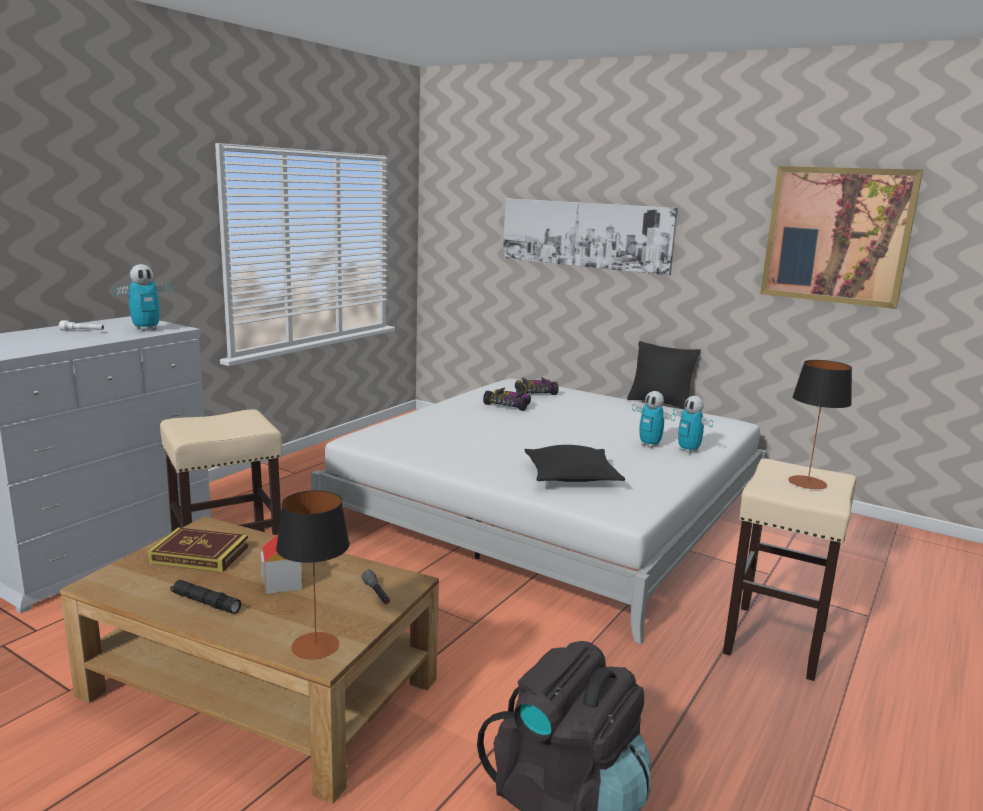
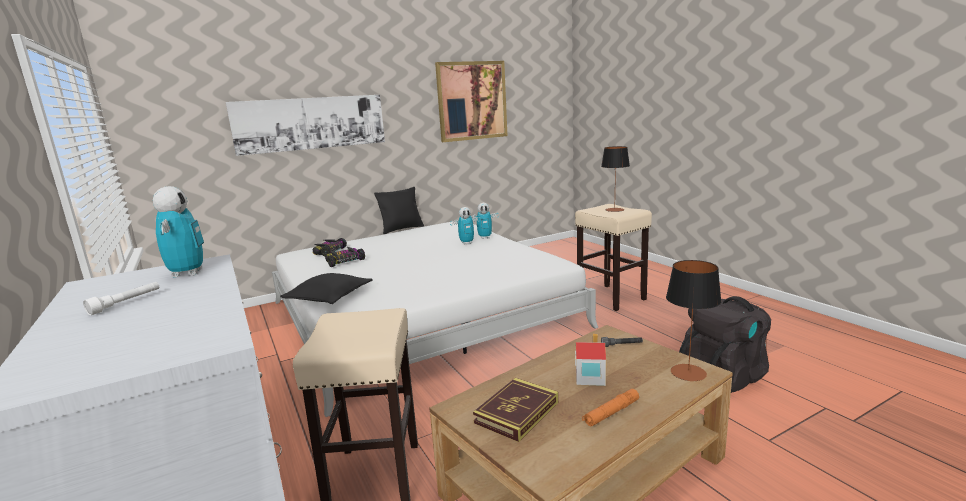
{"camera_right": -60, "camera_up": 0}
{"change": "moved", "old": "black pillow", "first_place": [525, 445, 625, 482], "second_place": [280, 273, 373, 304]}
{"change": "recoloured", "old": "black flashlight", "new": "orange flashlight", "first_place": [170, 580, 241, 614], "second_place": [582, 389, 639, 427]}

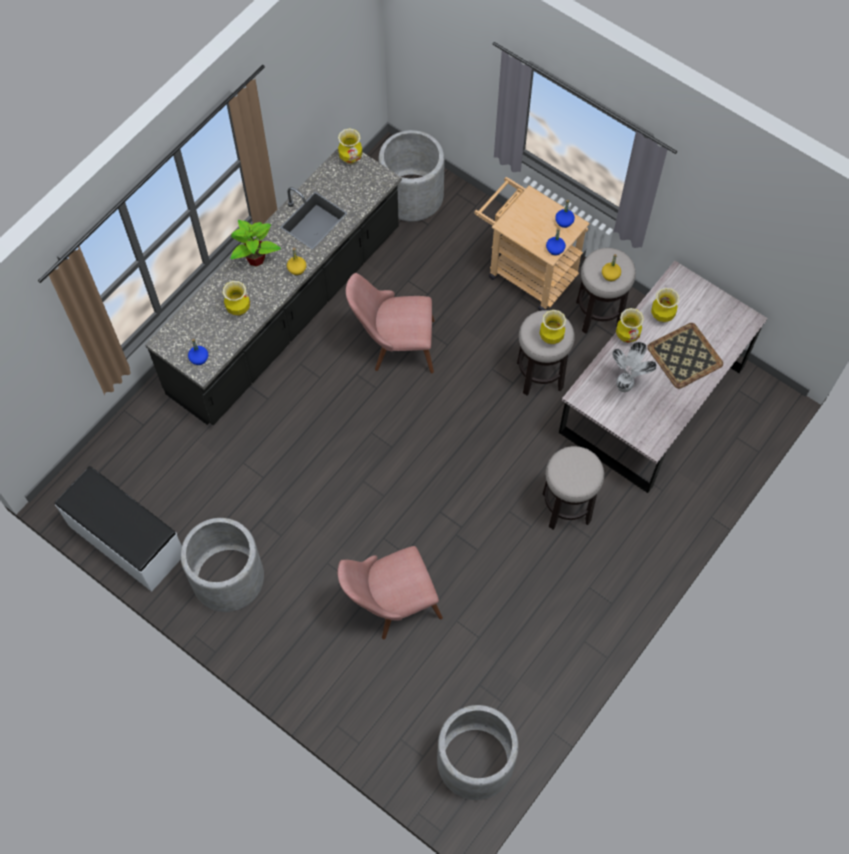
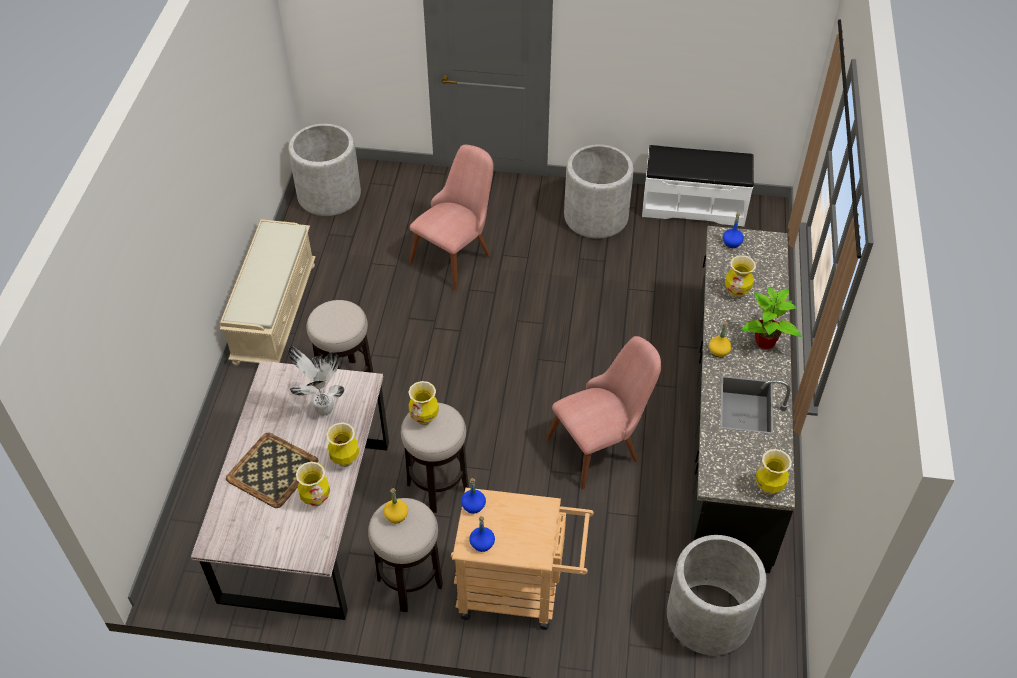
{"camera_right": 150, "camera_up": -15}
{"change": "added", "new": "beige bench", "second_place": [220, 219, 316, 366]}

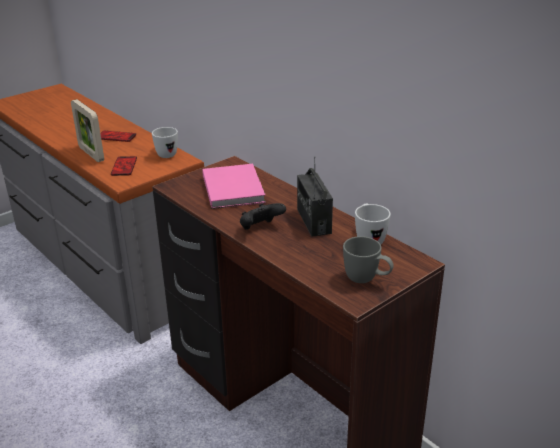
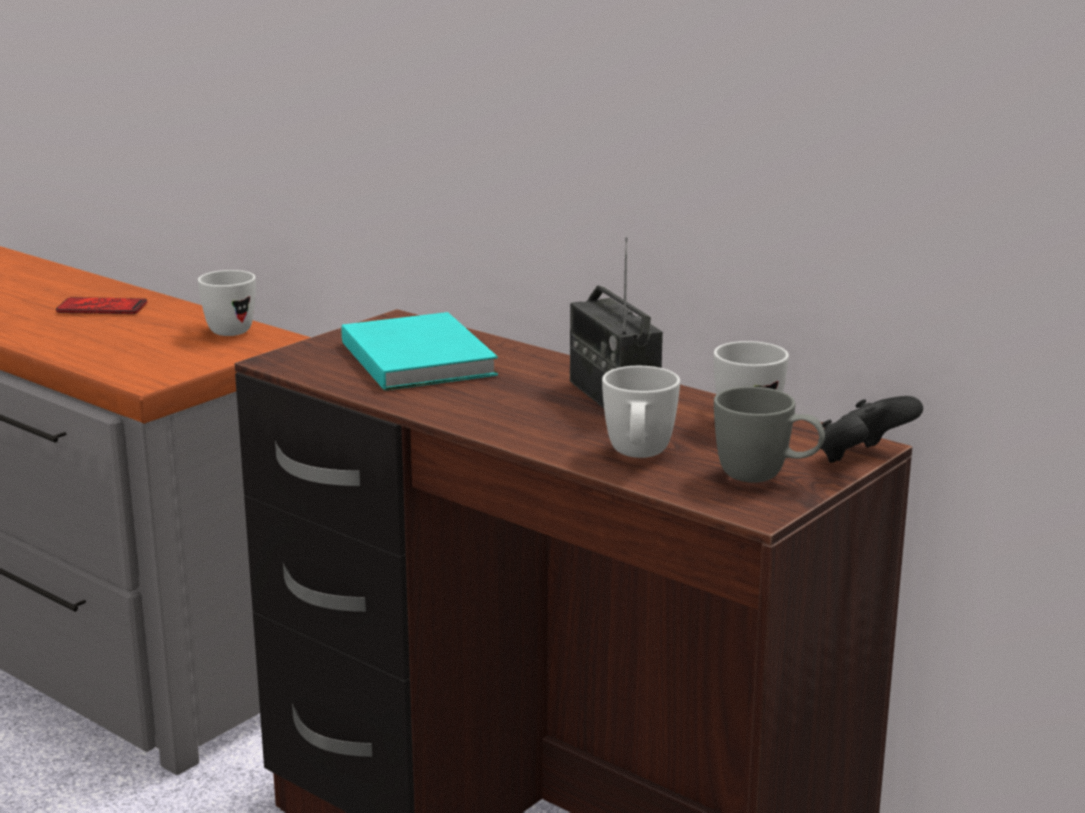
{"camera_right": -10, "camera_up": -10}
{"change": "removed", "old": "picture frame", "first_place": [71, 99, 104, 162]}
{"change": "removed", "old": "phone", "first_place": [111, 156, 137, 176]}
{"change": "recoloured", "old": "pink book", "new": "turquoise book", "first_place": [202, 164, 266, 209], "second_place": [342, 312, 498, 391]}
{"change": "moved", "old": "black game controller", "first_place": [240, 203, 286, 230], "second_place": [818, 396, 923, 463]}
{"change": "added", "new": "white mug", "second_place": [602, 366, 680, 458]}

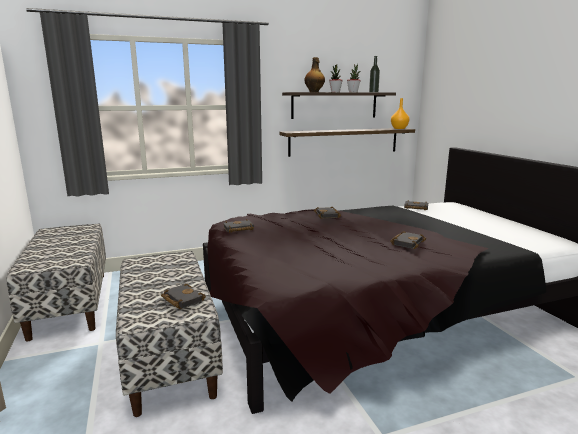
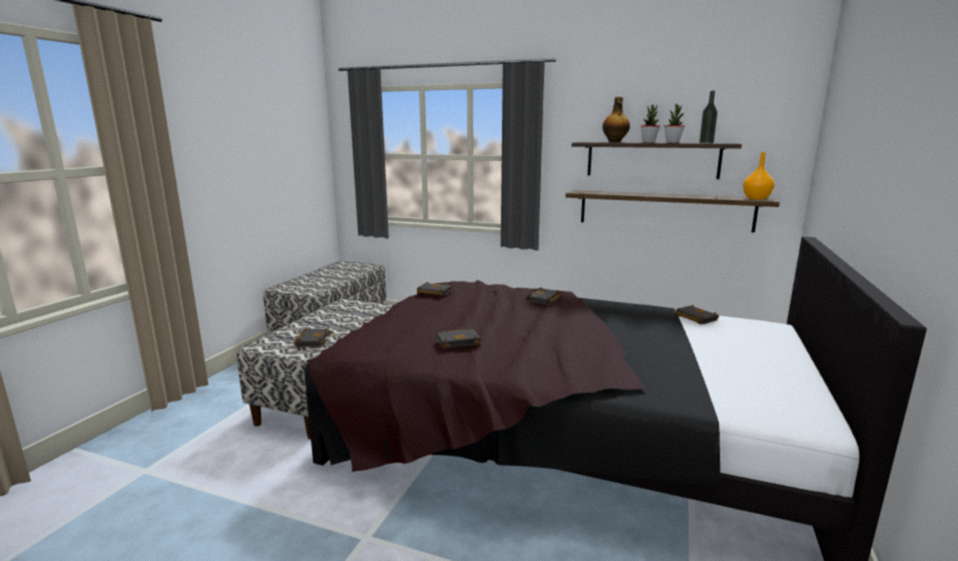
{"camera_right": 40, "camera_up": 0}
{"change": "moved", "old": "black book", "first_place": [390, 231, 426, 249], "second_place": [437, 328, 480, 349]}

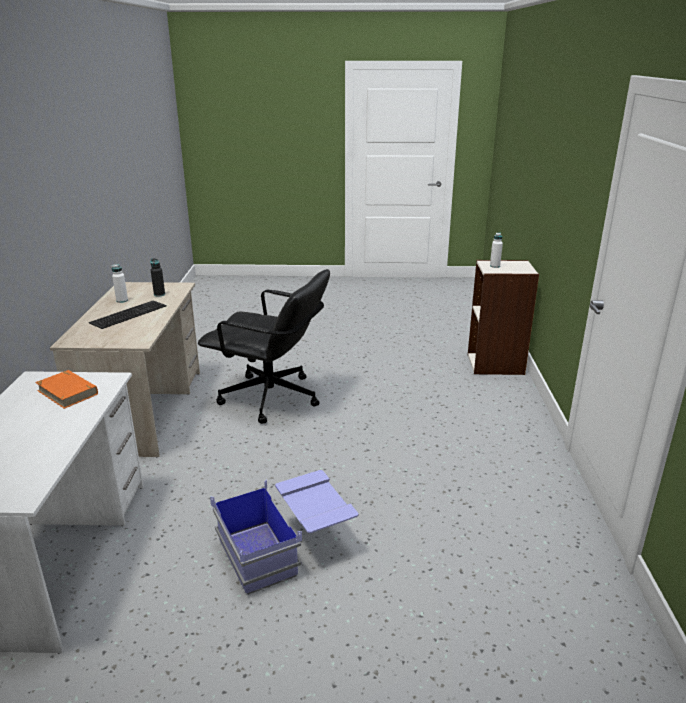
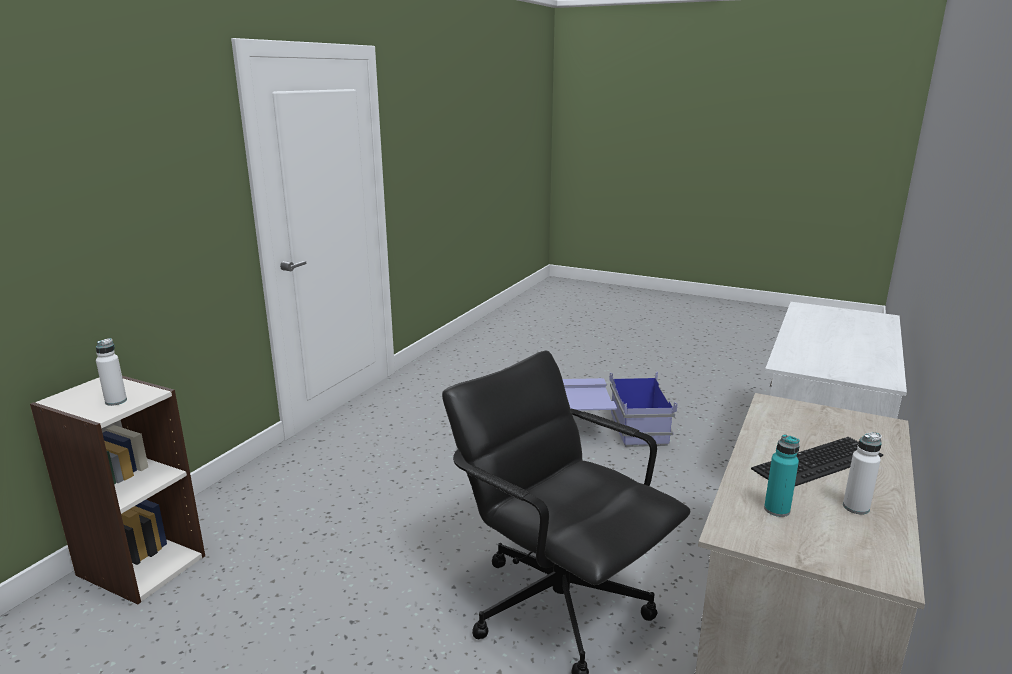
{"camera_right": -155, "camera_up": -5}
{"change": "recoloured", "old": "black bottle", "new": "turquoise bottle", "first_place": [151, 258, 165, 297], "second_place": [764, 434, 800, 517]}
{"change": "removed", "old": "orange book", "first_place": [35, 370, 98, 409]}

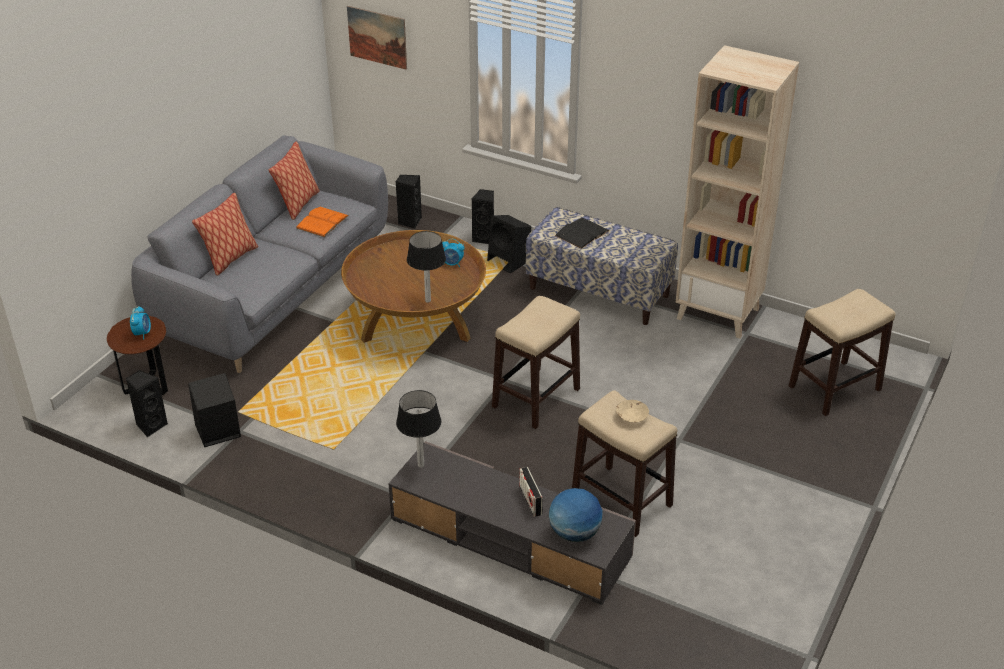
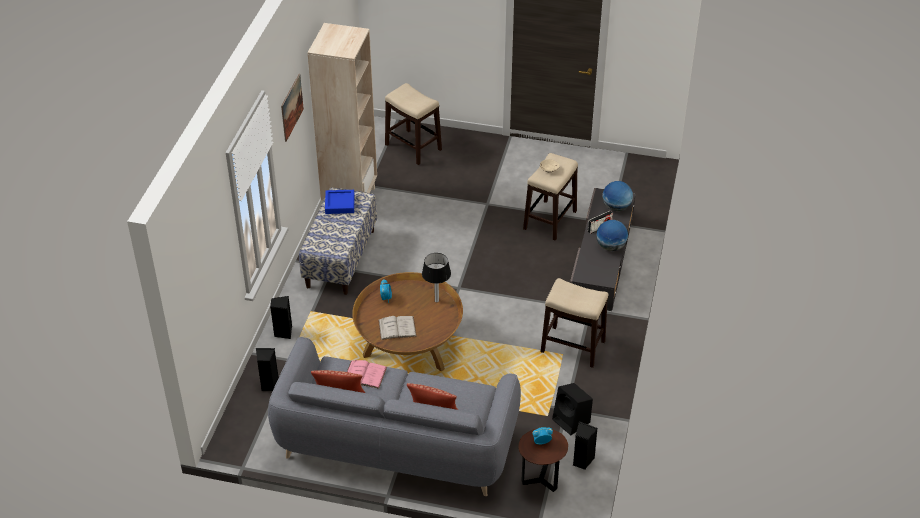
{"camera_right": -105, "camera_up": 5}
{"change": "moved", "old": "picture", "first_place": [347, 6, 407, 70], "second_place": [281, 74, 304, 142]}
{"change": "recoloured", "old": "orange book", "new": "pink book", "first_place": [296, 207, 349, 237], "second_place": [347, 360, 387, 389]}
{"change": "removed", "old": "black speaker", "first_place": [487, 215, 531, 273]}
{"change": "removed", "old": "black book", "first_place": [555, 218, 609, 249]}
{"change": "moved", "old": "stool", "first_place": [492, 296, 580, 429], "second_place": [541, 278, 609, 368]}
{"change": "removed", "old": "table lamp", "first_place": [396, 390, 441, 468]}
{"change": "added", "new": "blue tray", "second_place": [325, 190, 354, 214]}
{"change": "added", "new": "globe", "second_place": [596, 220, 628, 251]}
{"change": "added", "new": "white book", "second_place": [378, 316, 417, 340]}

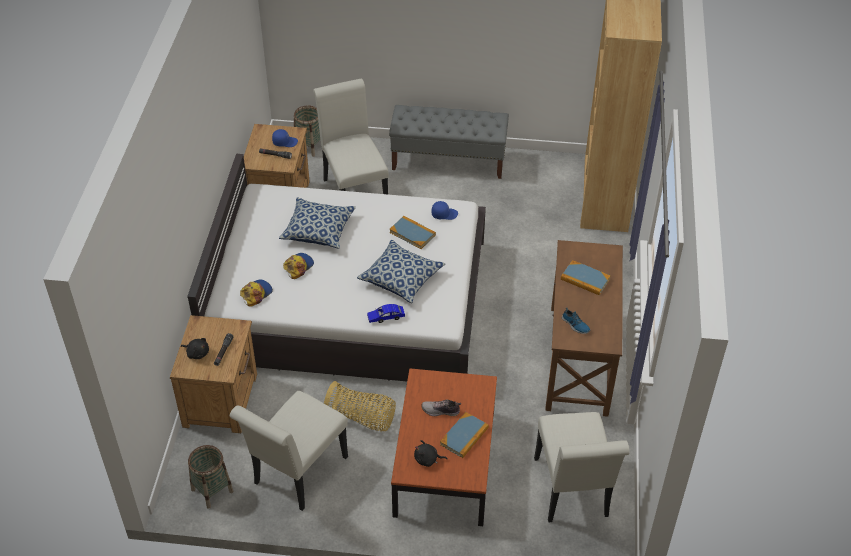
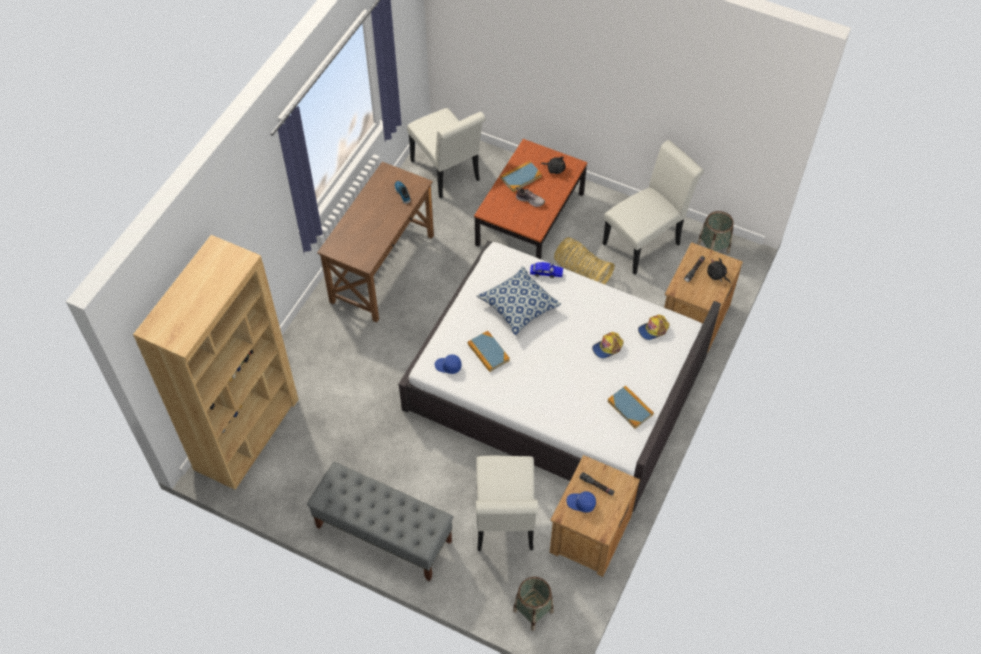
{"camera_right": -160, "camera_up": 10}
{"change": "removed", "old": "pillow", "first_place": [279, 198, 356, 248]}
{"change": "moved", "old": "book", "first_place": [561, 260, 610, 295], "second_place": [607, 385, 654, 429]}
{"change": "turned", "old": "white chair", "first_place": [534, 412, 629, 522], "second_place": [407, 108, 486, 199], "degrees": 135}

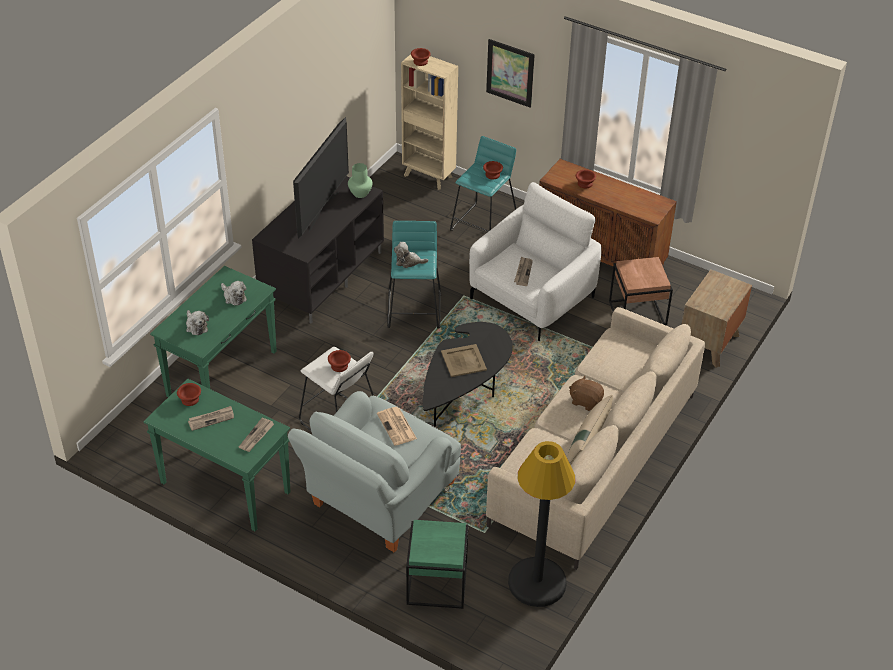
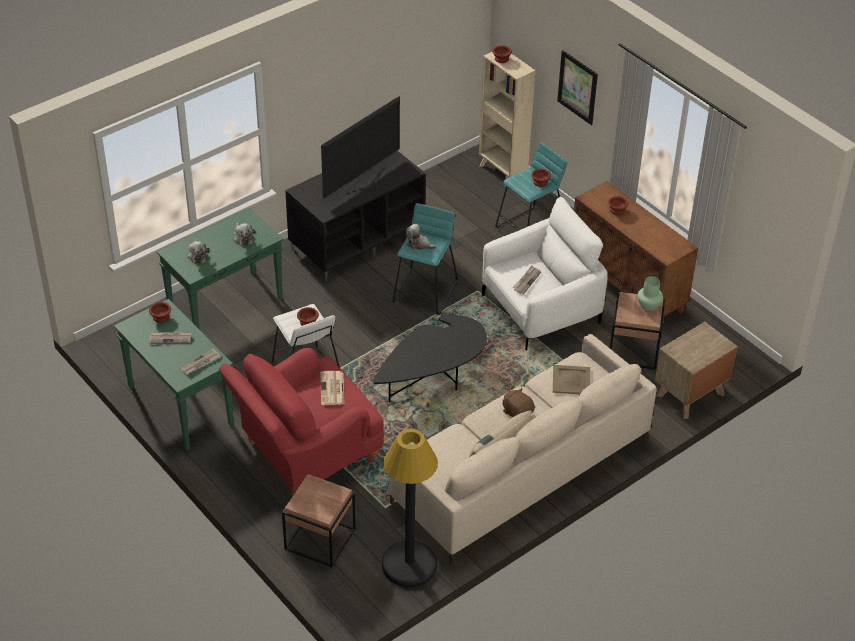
{"camera_right": 20, "camera_up": 0}
{"change": "moved", "old": "green vase", "first_place": [348, 163, 373, 198], "second_place": [637, 276, 663, 311]}
{"change": "moved", "old": "beige tray", "first_place": [441, 344, 487, 377], "second_place": [553, 365, 590, 394]}
{"change": "recoloured", "old": "grey armchair", "new": "red armchair", "first_place": [288, 391, 461, 553], "second_place": [219, 348, 383, 496]}
{"change": "recoloured", "old": "green side table", "new": "brown side table", "first_place": [406, 520, 468, 609], "second_place": [282, 474, 356, 567]}

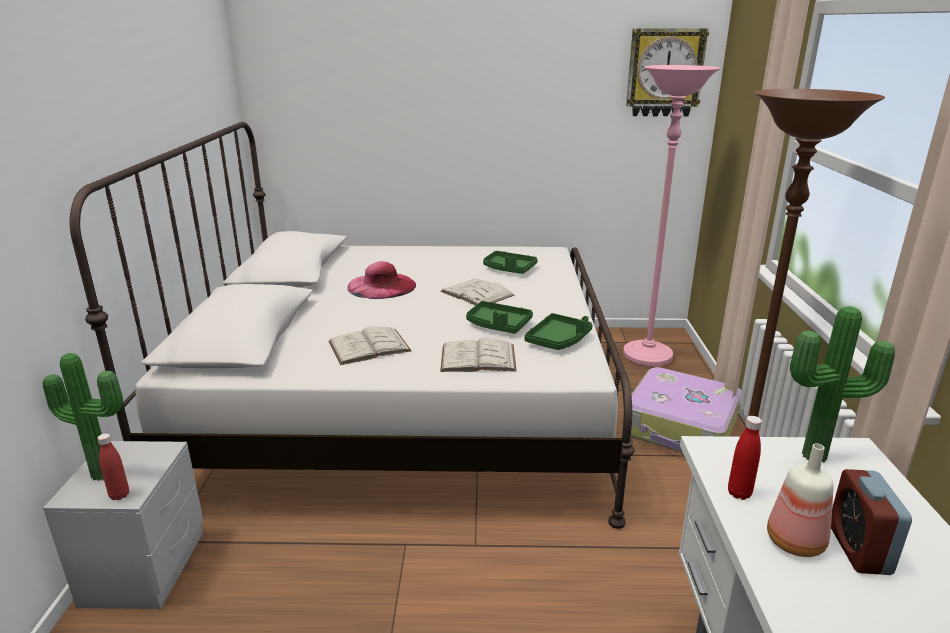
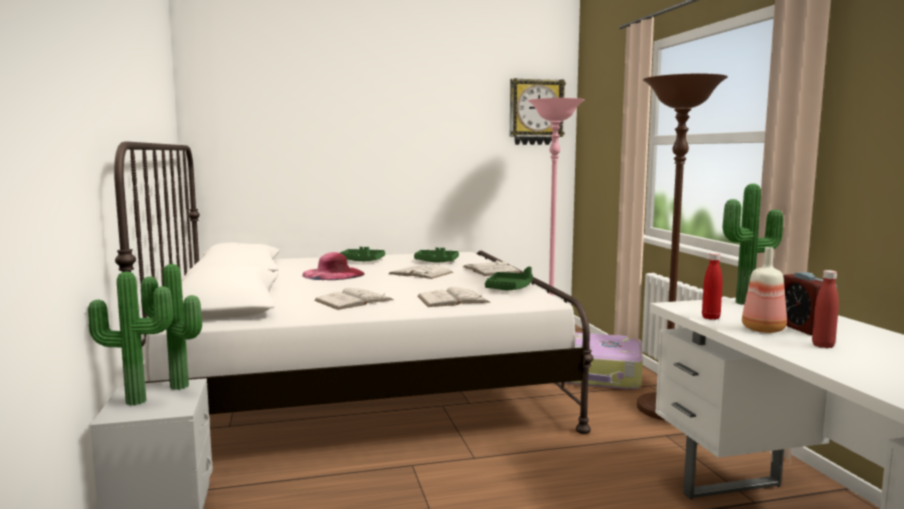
{"camera_right": -15, "camera_up": -15}
{"change": "moved", "old": "green tray", "first_place": [466, 301, 533, 334], "second_place": [340, 247, 385, 262]}
{"change": "moved", "old": "red bottle", "first_place": [97, 433, 129, 500], "second_place": [812, 270, 839, 348]}
{"change": "added", "new": "white book", "second_place": [463, 260, 521, 276]}
{"change": "added", "new": "potted plant", "second_place": [141, 264, 202, 390]}

